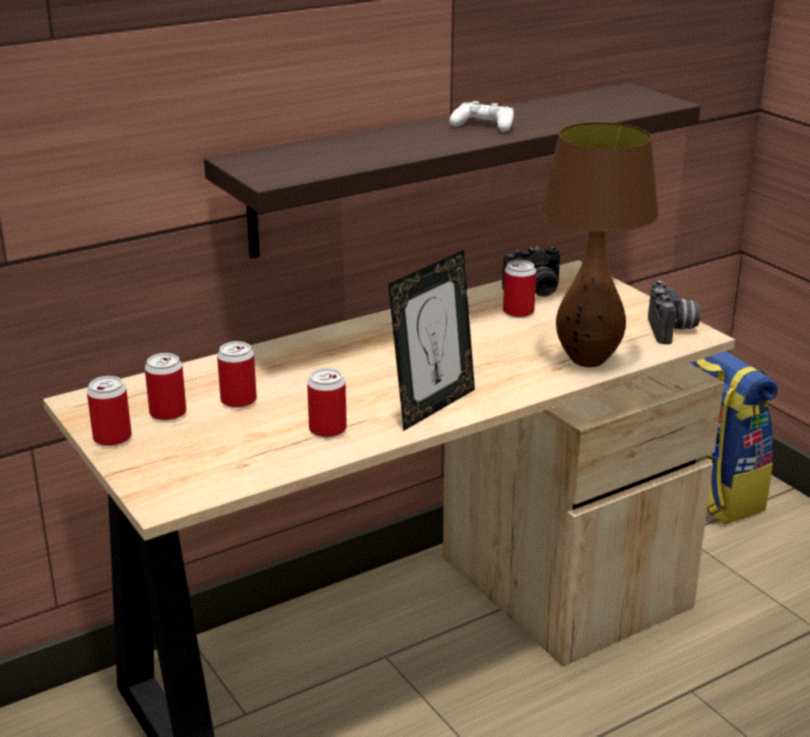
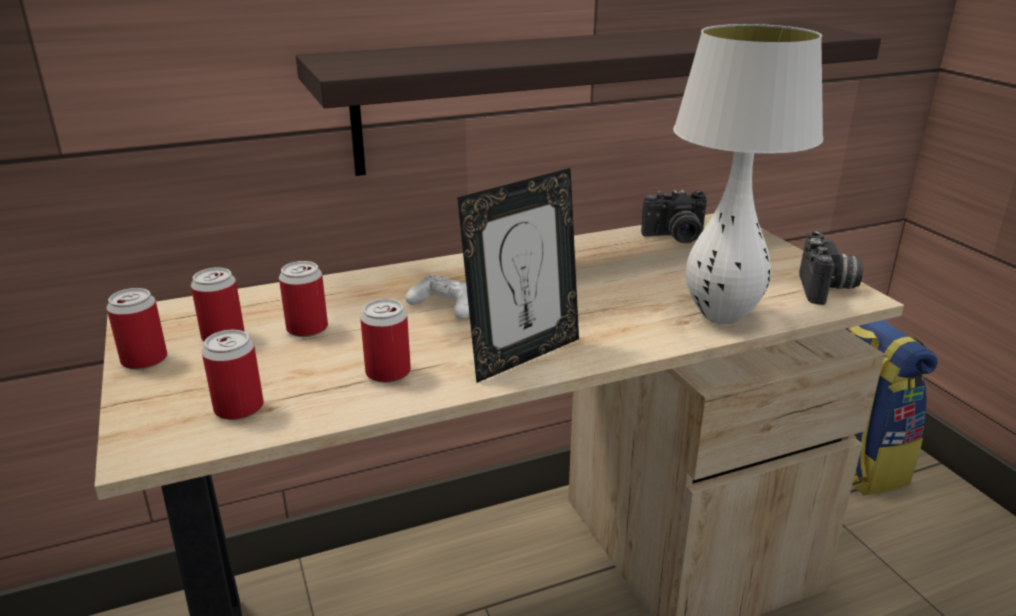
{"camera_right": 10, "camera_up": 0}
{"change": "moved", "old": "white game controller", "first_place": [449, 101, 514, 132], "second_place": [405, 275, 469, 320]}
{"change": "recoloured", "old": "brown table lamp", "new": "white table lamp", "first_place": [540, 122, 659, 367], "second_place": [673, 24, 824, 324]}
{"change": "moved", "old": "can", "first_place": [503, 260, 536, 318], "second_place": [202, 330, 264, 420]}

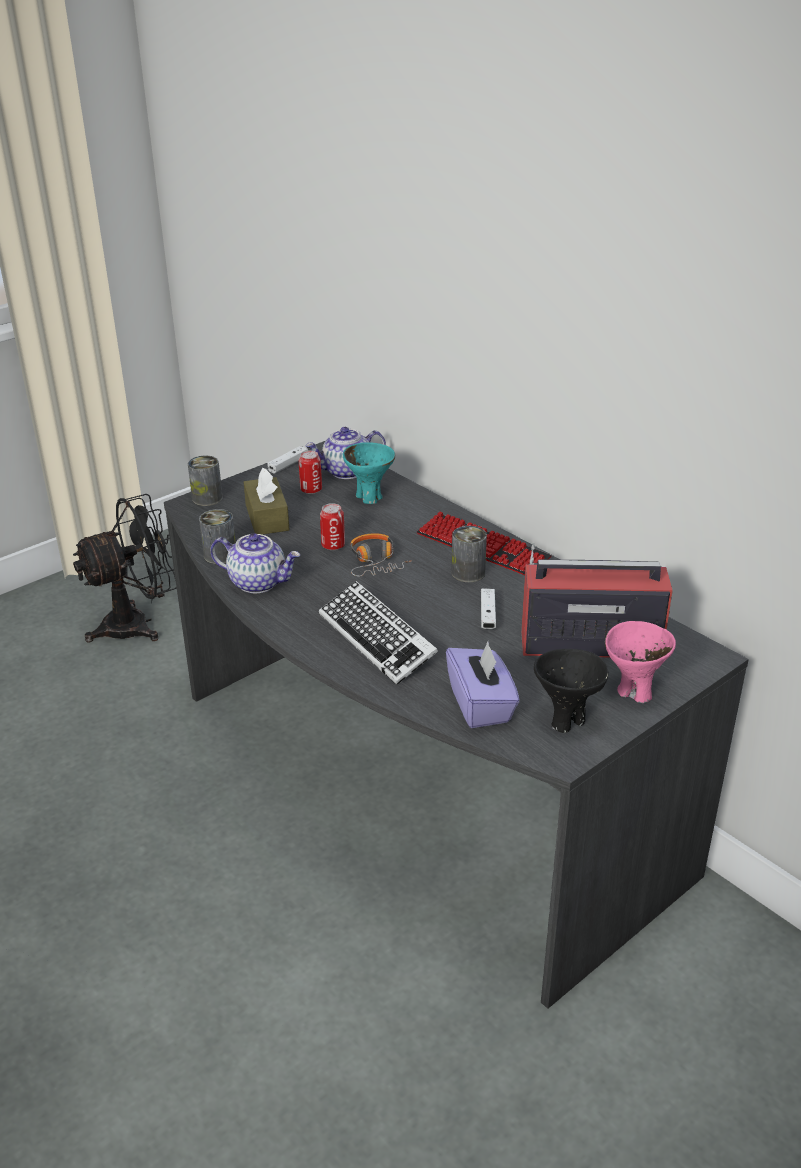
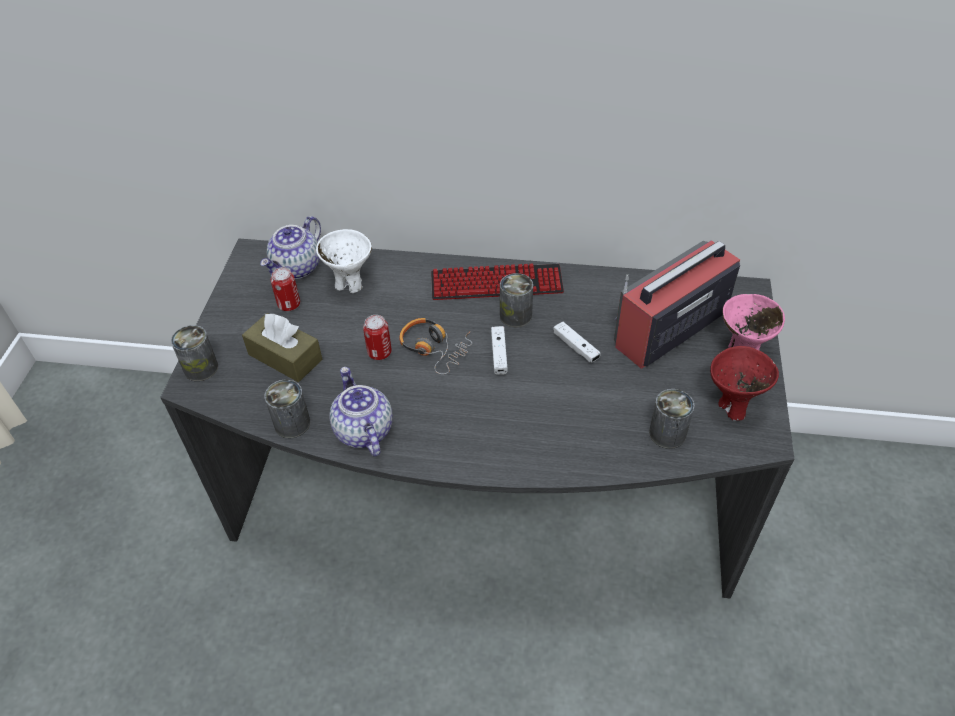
{"camera_right": -40, "camera_up": 15}
{"change": "recoloured", "old": "turquoise bowl", "new": "white bowl", "first_place": [343, 442, 395, 504], "second_place": [316, 229, 372, 293]}
{"change": "moved", "old": "white game controller", "first_place": [267, 446, 308, 474], "second_place": [491, 326, 508, 375]}
{"change": "removed", "old": "black fan", "first_place": [73, 494, 177, 642]}
{"change": "turned", "old": "teapot", "first_place": [210, 533, 300, 593], "second_place": [330, 367, 393, 457], "degrees": -90}
{"change": "removed", "old": "keyboard", "first_place": [319, 581, 438, 685]}
{"change": "replaced", "old": "purple tissue box", "new": "can", "first_place": [446, 642, 520, 728], "second_place": [649, 389, 694, 449]}
{"change": "recoloured", "old": "black bowl", "new": "red bowl", "first_place": [534, 649, 609, 733], "second_place": [710, 346, 779, 421]}

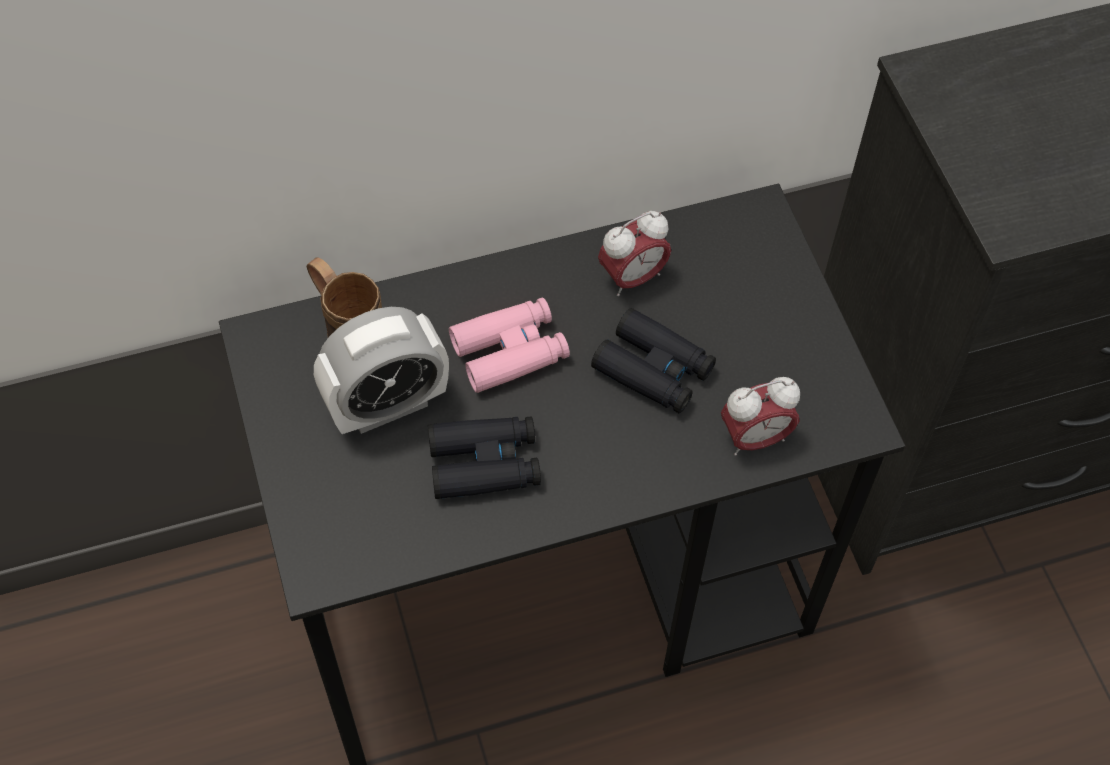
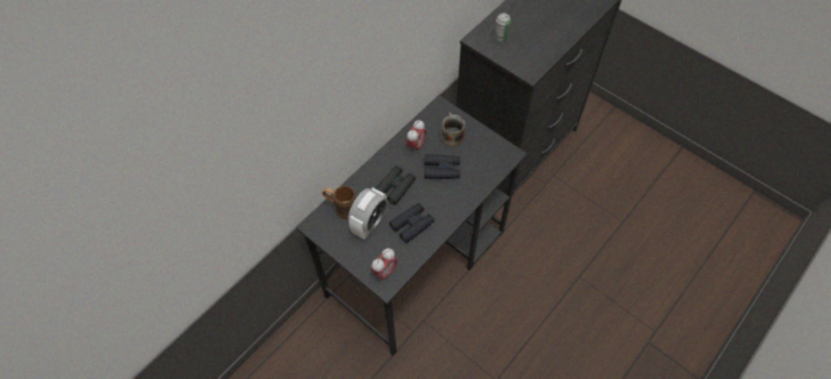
{"camera_right": -30, "camera_up": 0}
{"change": "recoloured", "old": "pink binoculars", "new": "black binoculars", "first_place": [449, 298, 570, 393], "second_place": [375, 165, 416, 205]}
{"change": "moved", "old": "alarm clock", "first_place": [721, 377, 800, 456], "second_place": [371, 248, 397, 280]}
{"change": "added", "new": "can", "second_place": [494, 13, 511, 42]}
{"change": "added", "new": "mug", "second_place": [441, 112, 465, 146]}

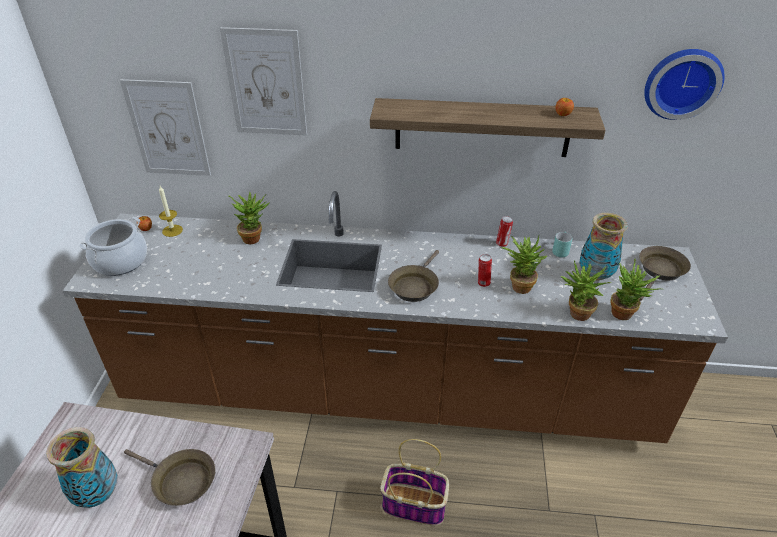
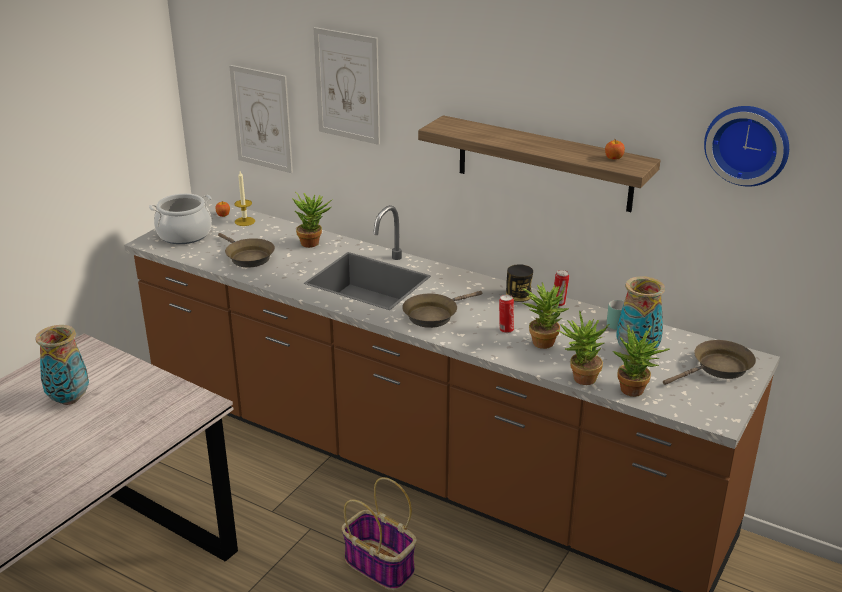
{"camera_right": 25, "camera_up": -10}
{"change": "moved", "old": "brown frying pan", "first_place": [124, 449, 215, 506], "second_place": [218, 233, 275, 267]}
{"change": "added", "new": "can", "second_place": [506, 264, 533, 302]}

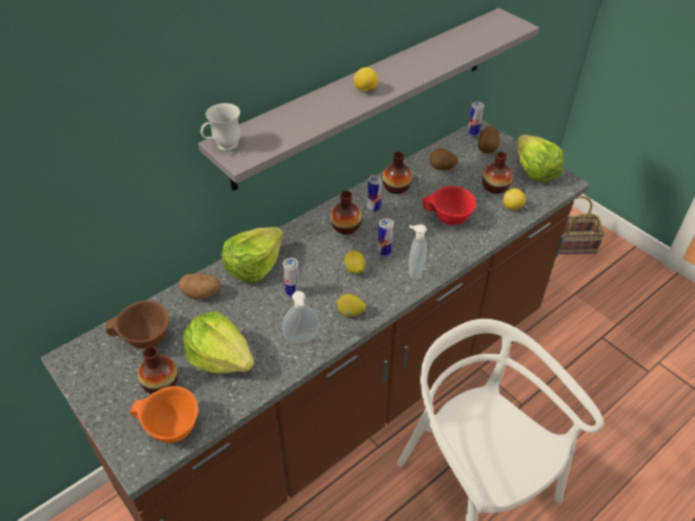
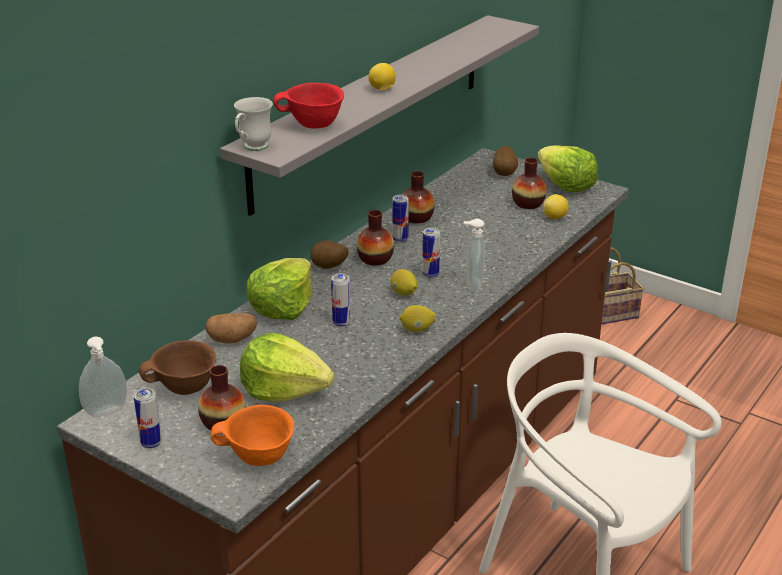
{"camera_right": -15, "camera_up": -15}
{"change": "moved", "old": "can", "first_place": [468, 102, 484, 137], "second_place": [133, 388, 162, 449]}
{"change": "moved", "old": "potato", "first_place": [430, 149, 458, 170], "second_place": [311, 240, 349, 269]}
{"change": "moved", "old": "red bowl", "first_place": [423, 186, 476, 225], "second_place": [273, 83, 344, 128]}
{"change": "moved", "old": "soap dispenser", "first_place": [282, 291, 320, 343], "second_place": [79, 336, 127, 417]}

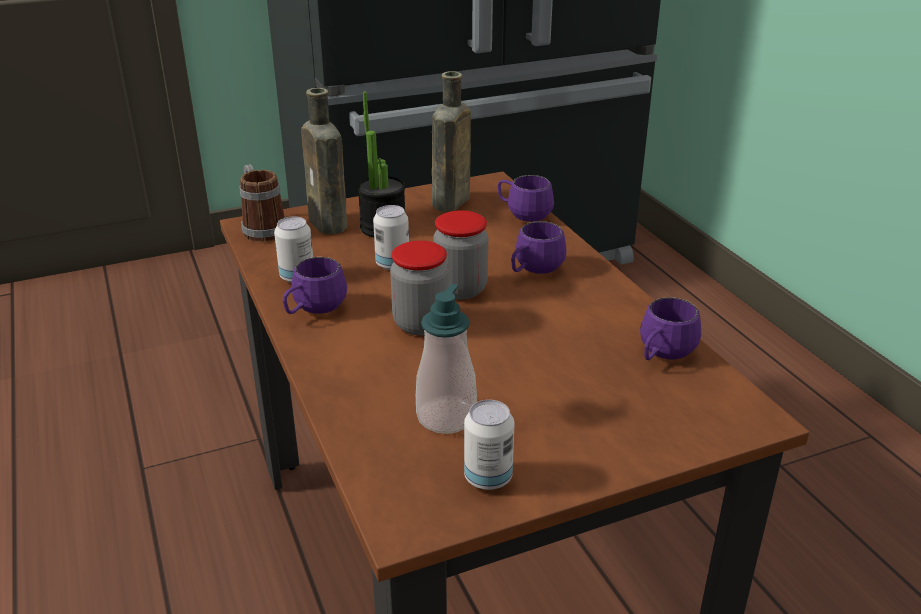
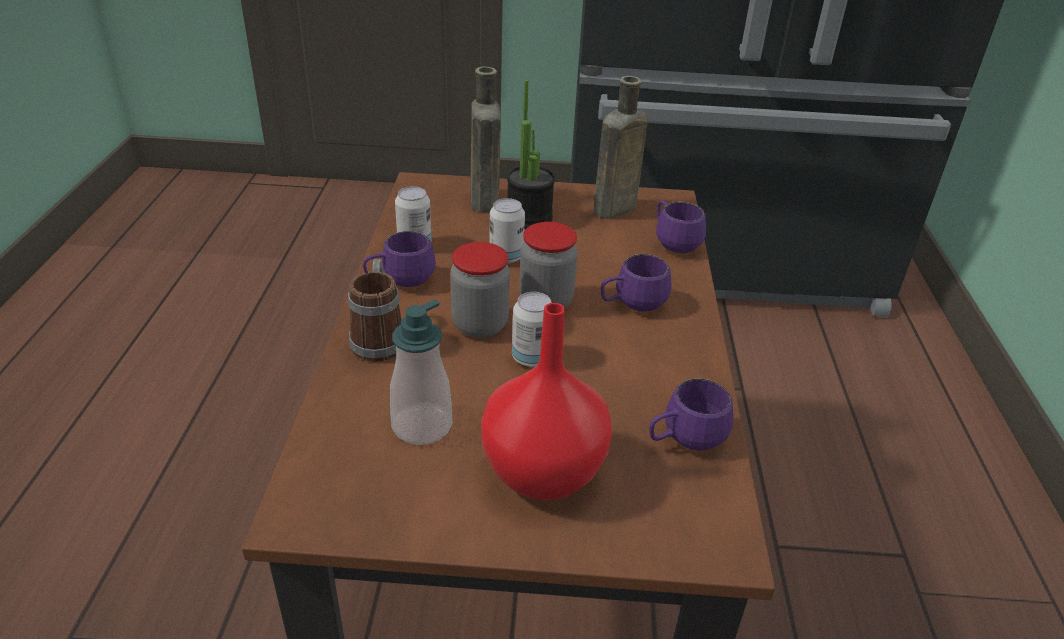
{"camera_right": 25, "camera_up": 5}
{"change": "moved", "old": "mug", "first_place": [239, 164, 286, 242], "second_place": [348, 259, 401, 362]}
{"change": "moved", "old": "can", "first_place": [464, 400, 515, 490], "second_place": [512, 292, 551, 367]}
{"change": "added", "new": "red vase", "second_place": [481, 303, 612, 500]}

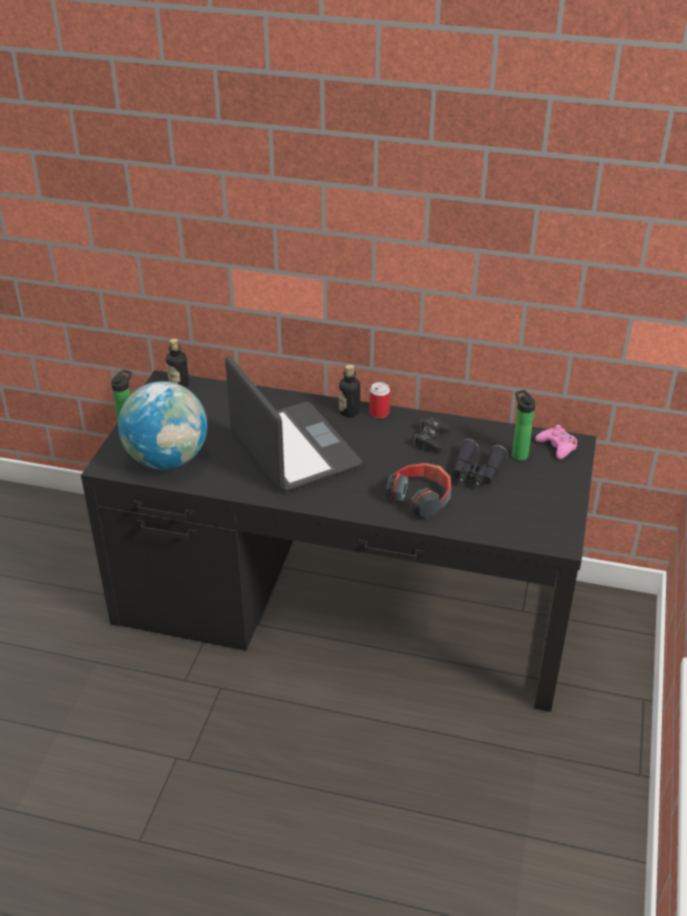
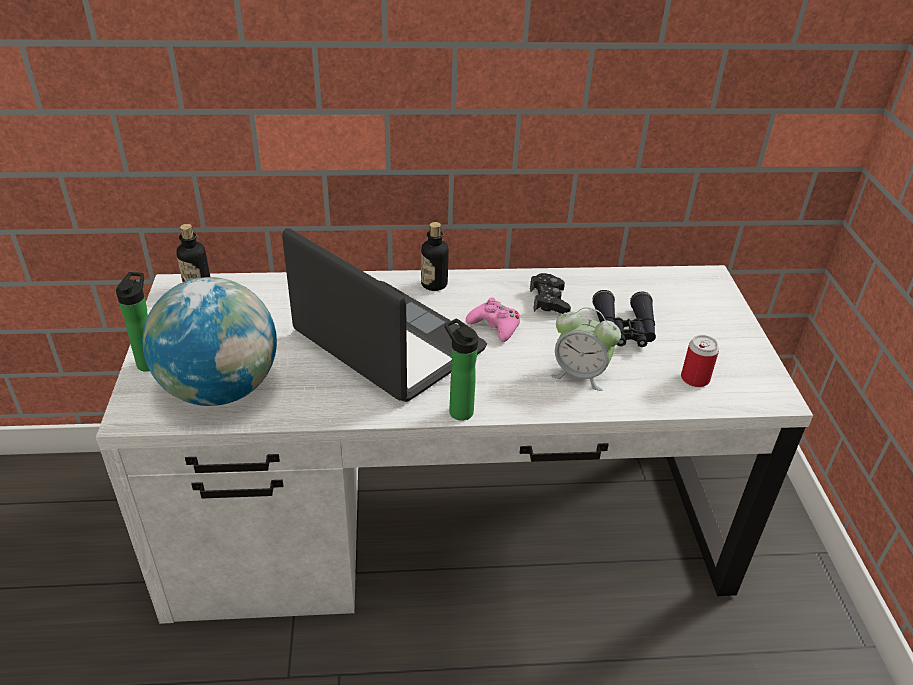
{"camera_right": -20, "camera_up": 0}
{"change": "recoloured", "old": "black desk", "new": "white desk", "first_place": [81, 370, 596, 712], "second_place": [96, 265, 813, 624]}
{"change": "moved", "old": "can", "first_place": [370, 382, 390, 418], "second_place": [681, 335, 719, 387]}
{"change": "moved", "old": "bottle", "first_place": [512, 390, 536, 461], "second_place": [445, 319, 478, 421]}
{"change": "moved", "old": "pink game controller", "first_place": [535, 425, 577, 459], "second_place": [466, 297, 520, 342]}
{"change": "replaced", "old": "headphones", "new": "alarm clock", "first_place": [386, 463, 451, 518], "second_place": [551, 307, 621, 391]}

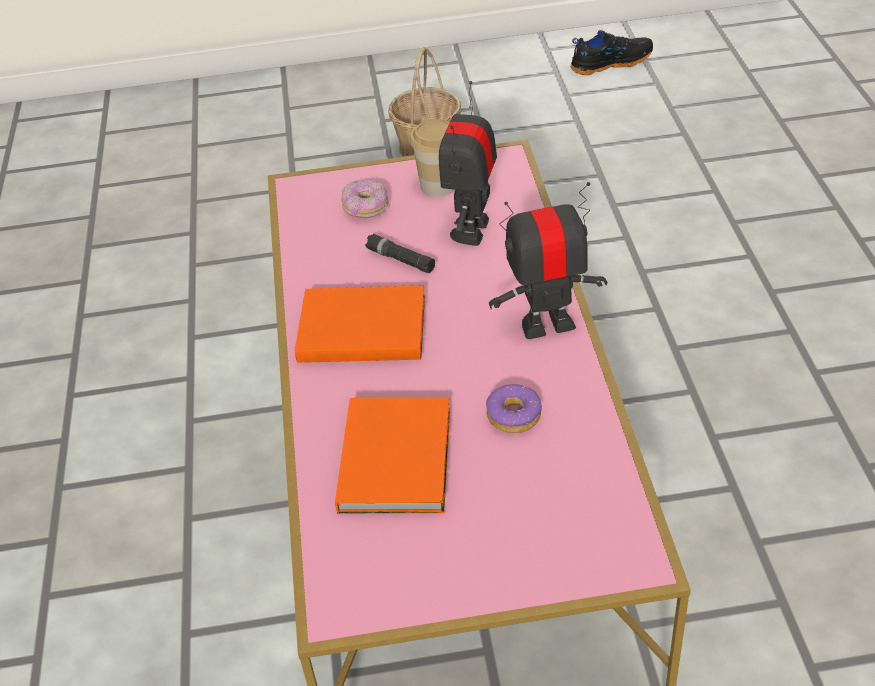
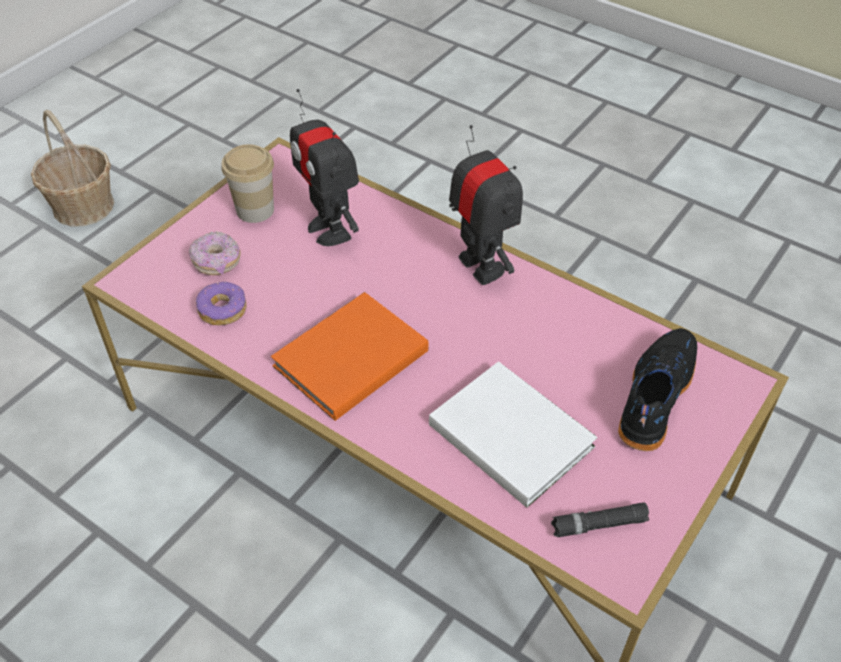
{"camera_right": -50, "camera_up": 5}
{"change": "moved", "old": "black shoe", "first_place": [570, 30, 653, 75], "second_place": [618, 328, 697, 451]}
{"change": "turned", "old": "toy robot", "first_place": [489, 182, 608, 339], "second_place": [449, 125, 523, 285], "degrees": 120}
{"change": "moved", "old": "black flashlight", "first_place": [365, 234, 435, 273], "second_place": [551, 502, 649, 537]}
{"change": "moved", "old": "donut", "first_place": [486, 384, 542, 433], "second_place": [196, 282, 246, 325]}
{"change": "recoloured", "old": "orange book", "new": "white book", "first_place": [335, 397, 450, 514], "second_place": [429, 361, 597, 508]}

